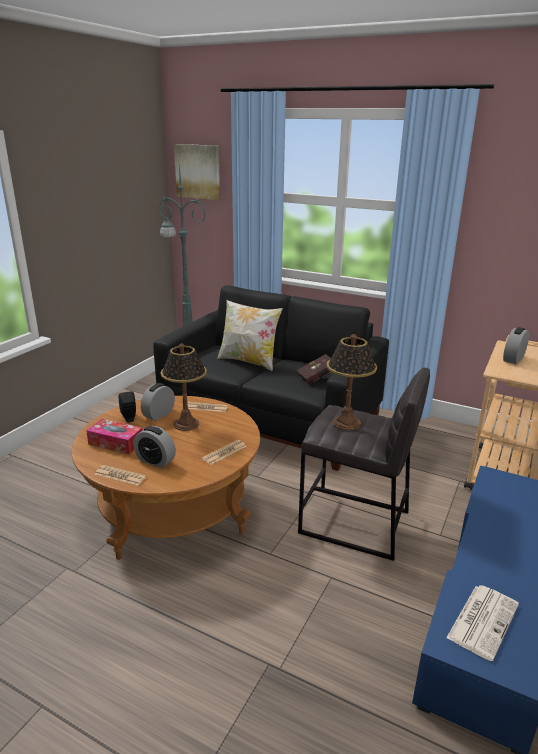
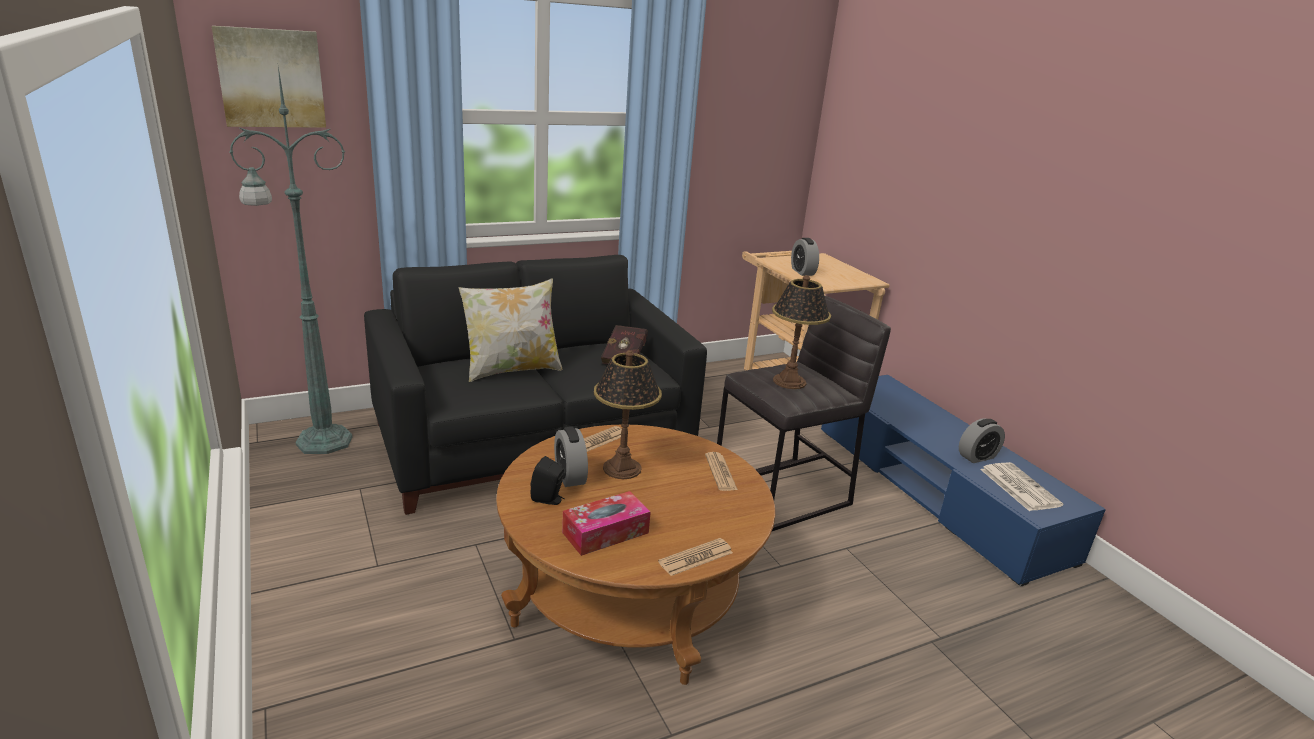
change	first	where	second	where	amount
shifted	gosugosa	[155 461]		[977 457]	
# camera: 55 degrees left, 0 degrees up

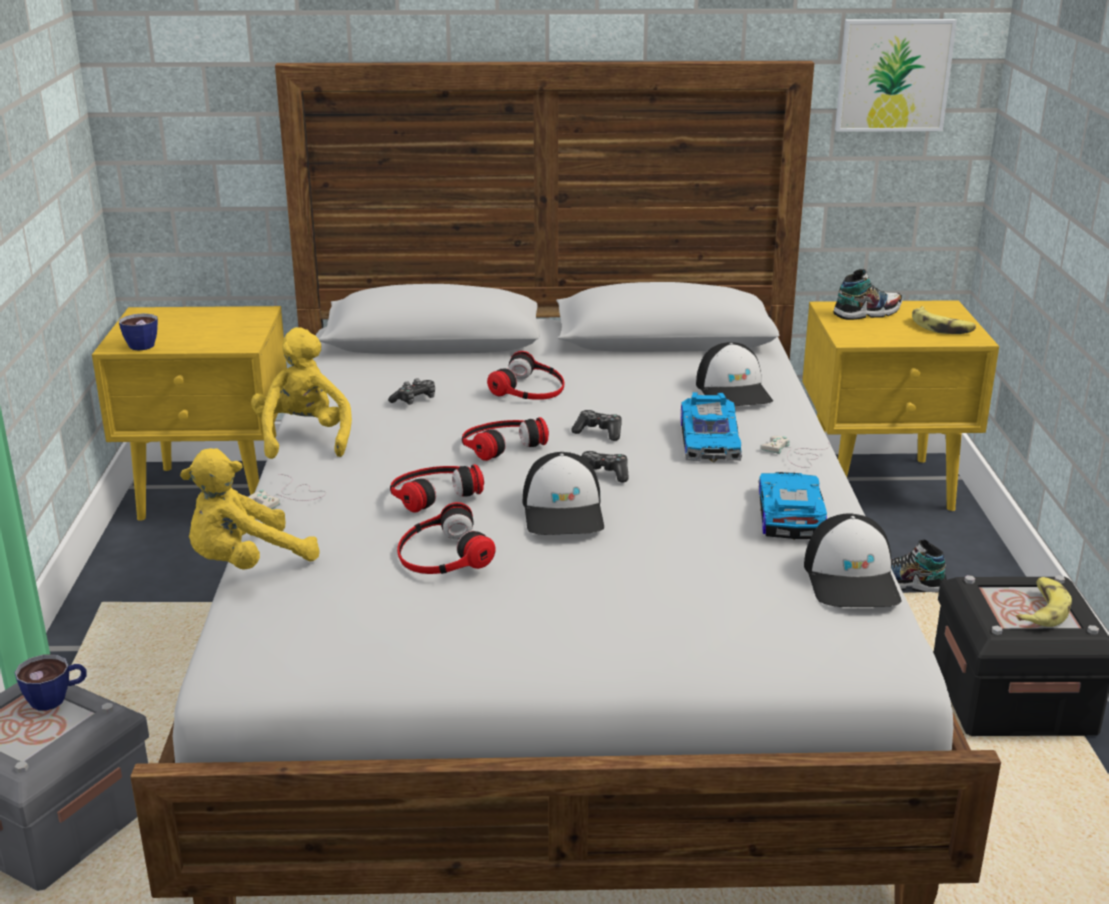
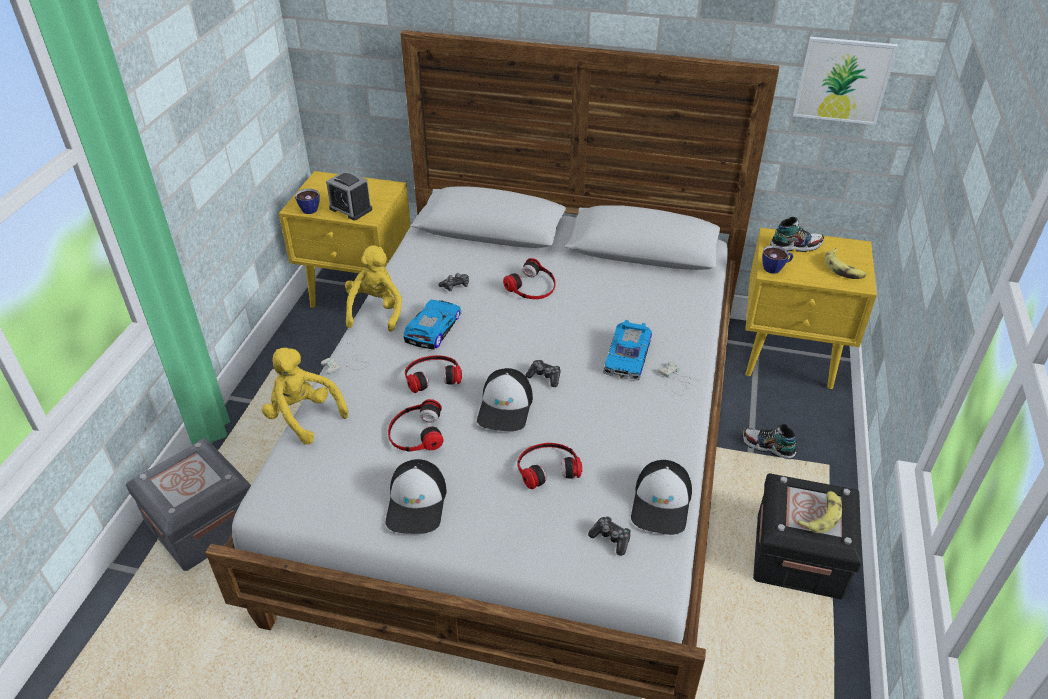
change	first	where	second	where	amount
new			gosugosa	[351 209]	
shifted	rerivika	[56 698]		[775 268]	
shifted	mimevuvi	[501 443]		[547 467]	
shifted	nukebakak	[599 432]		[611 538]	
shifted	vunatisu	[734 391]		[417 503]	
shifted	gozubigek	[788 514]		[432 328]	
rotated	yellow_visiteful	[246 564]		[303 416]	60 degrees clockwise
# camera: 15 degrees right, 15 degrees up

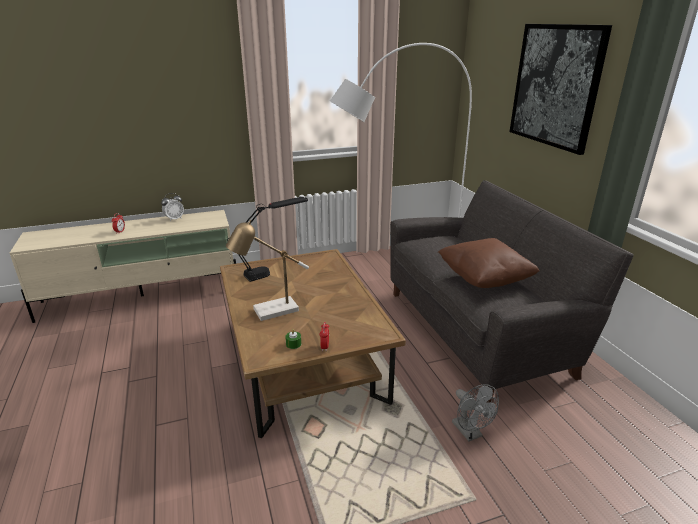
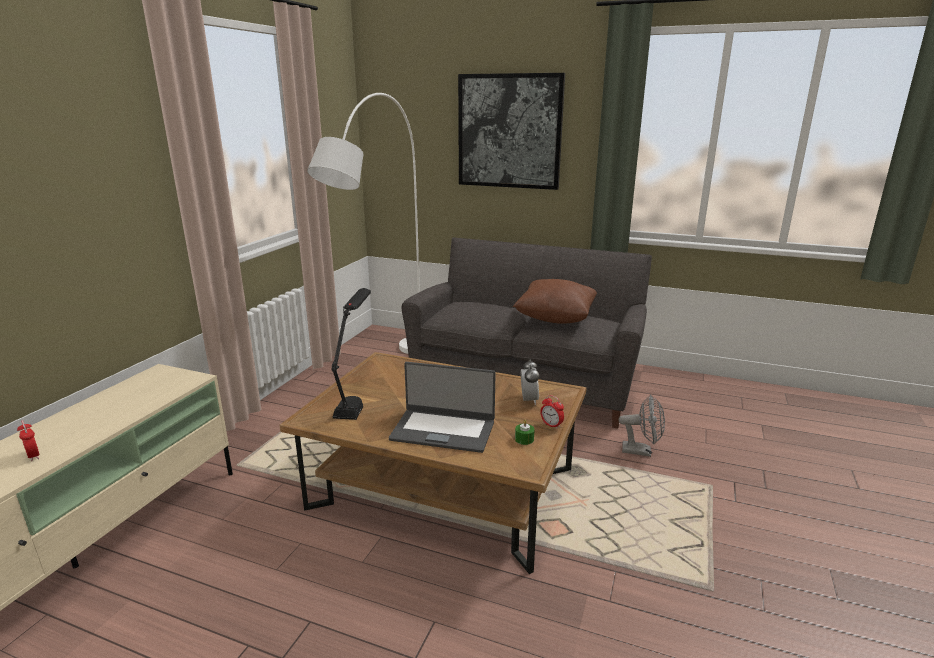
change	first	where	second	where	amount
shifted	gosugosa	[174 219]		[528 400]	
swapped	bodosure	[270 312]	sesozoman	[443 430]	
# camera: 50 degrees left, 5 degrees down

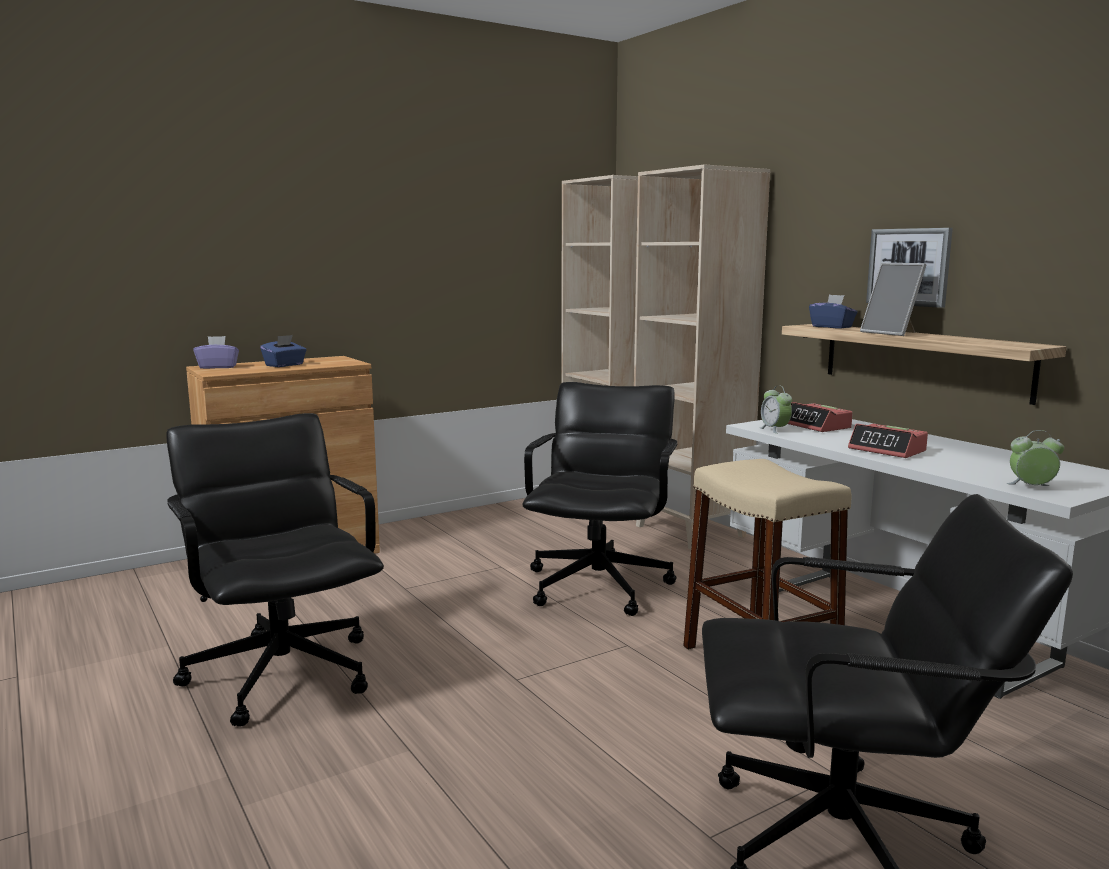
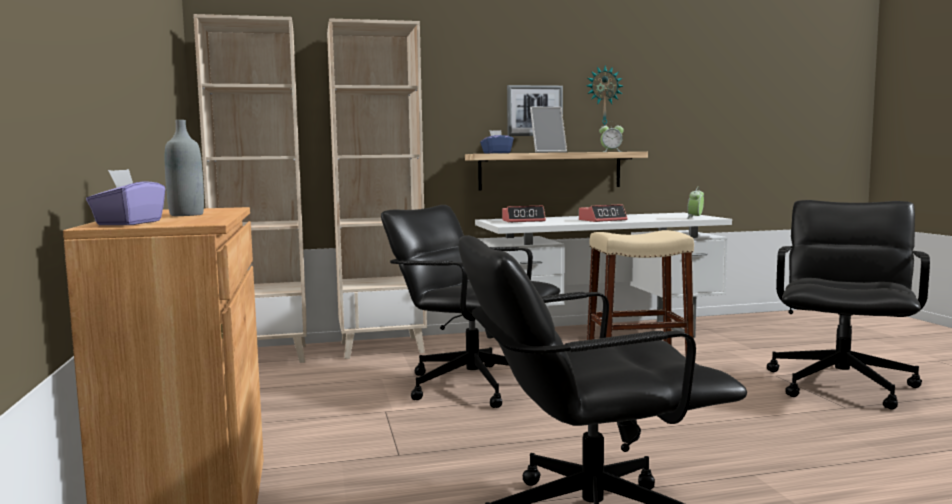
change	first	where	second	where	amount
new			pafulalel	[603 102]	
shifted	gosugosa	[775 430]		[611 151]	
swapped	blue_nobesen	[285 365]	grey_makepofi	[186 215]	
# camera: 70 degrees left, 5 degrees down

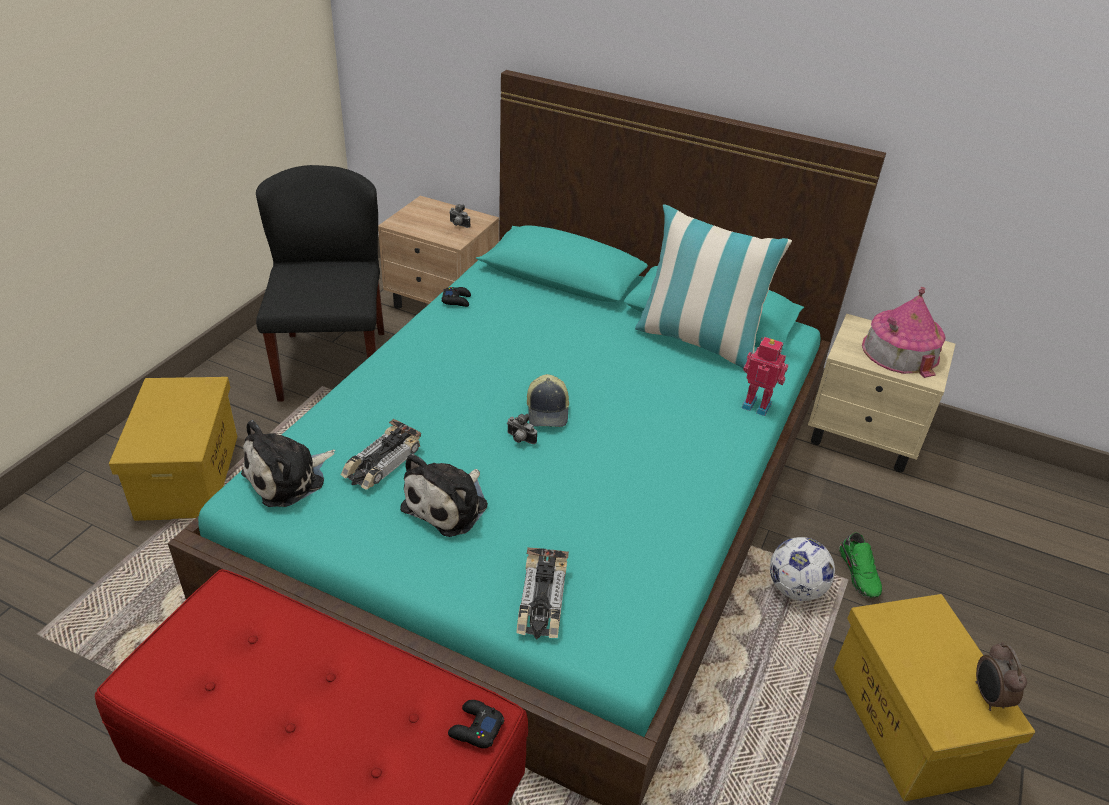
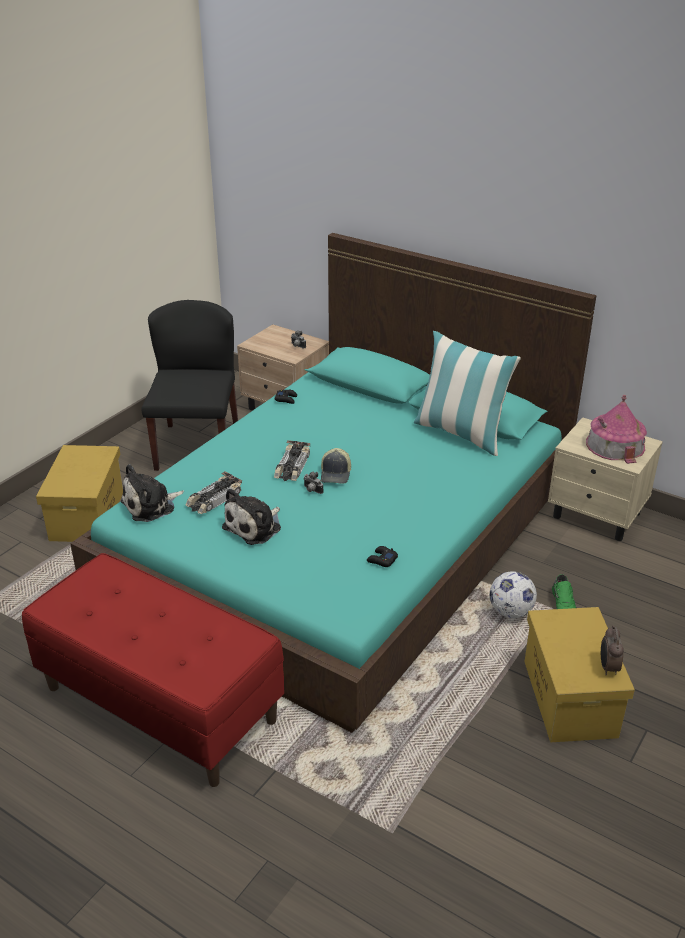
change	first	where	second	where	amount
gone	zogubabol	[757 404]			
shifted	black_nukebakak	[475 728]		[381 560]	
shifted	gozubigek	[542 600]		[292 466]	
# camera: 10 degrees right, 5 degrees down

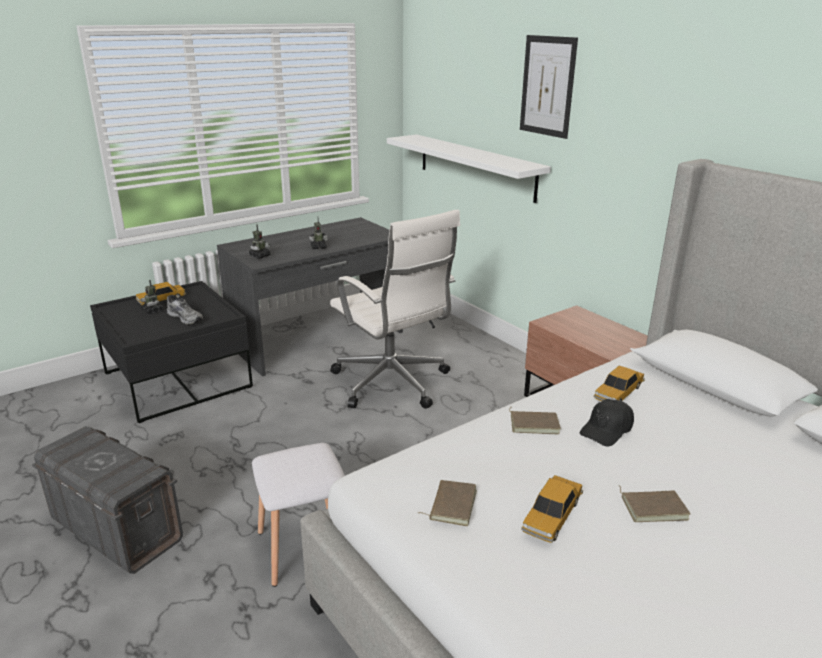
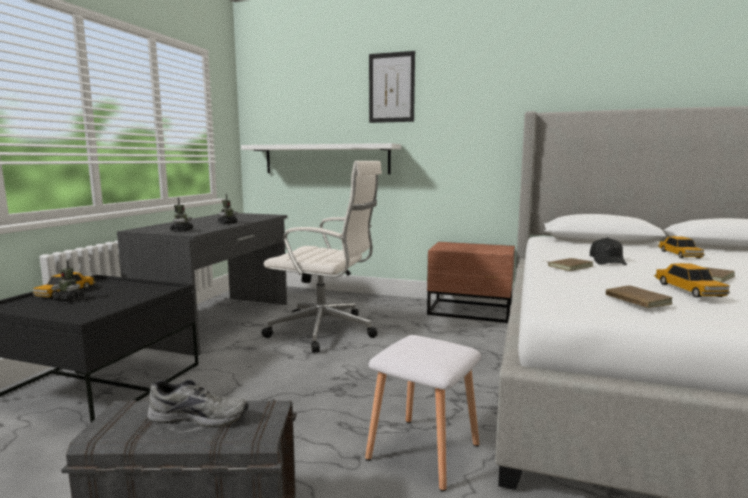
change	first	where	second	where	amount
shifted	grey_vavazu	[186 317]		[200 416]	
shifted	gozubigek	[618 392]		[679 254]	
# camera: 35 degrees left, 15 degrees down

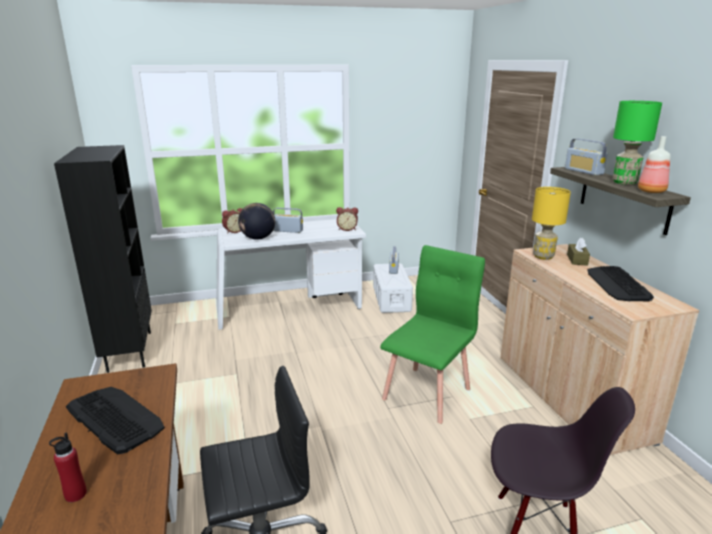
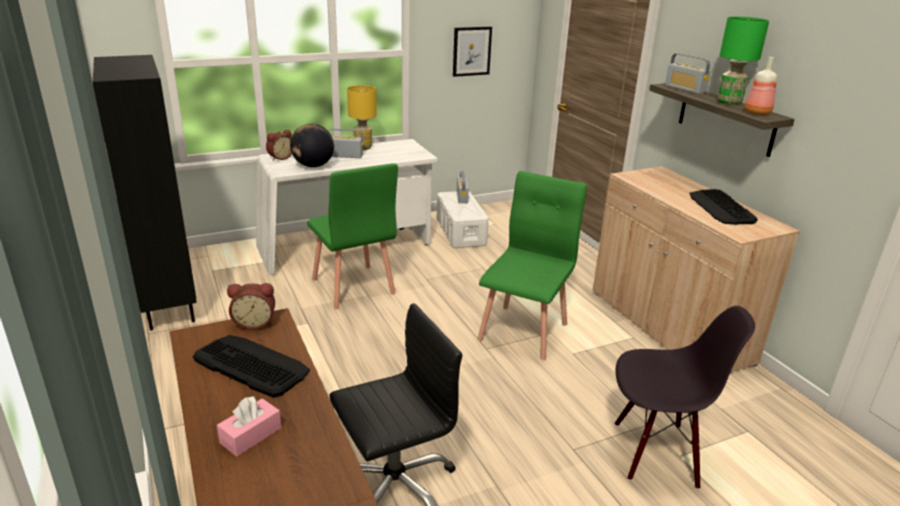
change	first	where	second	where	amount
gone	brown_nobesen	[577 260]			
new			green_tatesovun	[352 287]	
new			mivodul	[471 51]	
shifted	gosugosa	[347 229]		[254 323]	
shifted	yellow_bodosure	[543 257]		[363 148]	
swapped	red_makepofi	[75 494]	pink_nobesen	[251 435]	
# camera: 10 degrees left, 5 degrees up

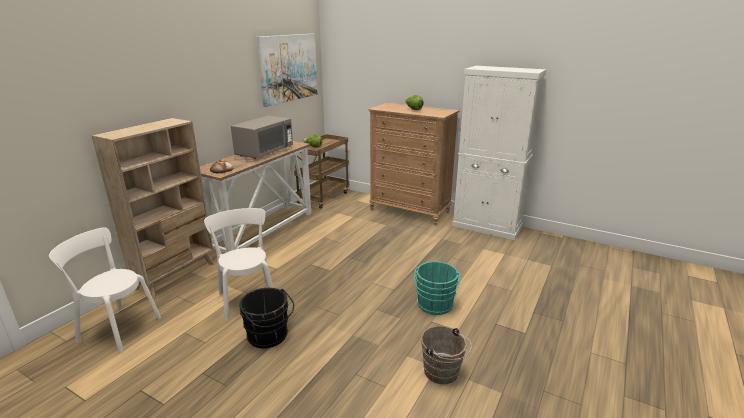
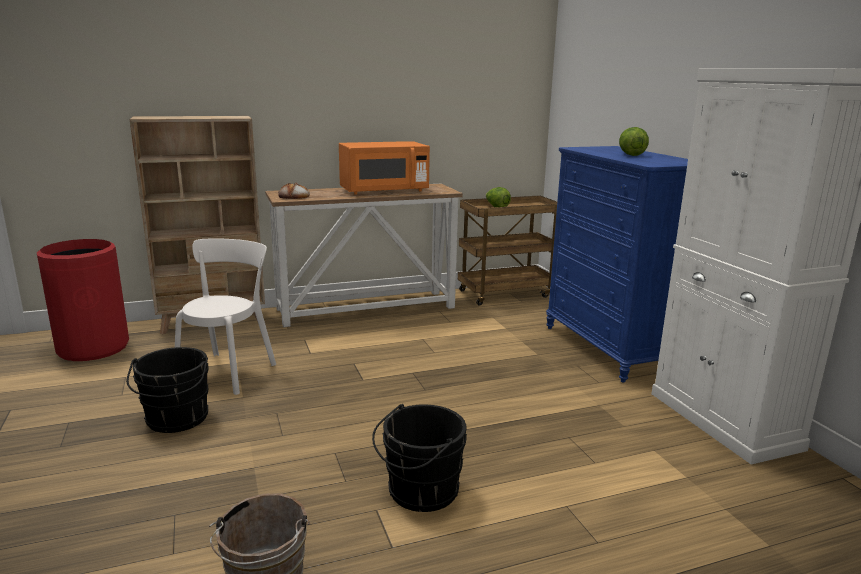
change	first	where	second	where	amount
gone	mivodul	[288 68]			
swapped	white_tatesovun	[117 328]	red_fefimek	[93 347]	
repainted	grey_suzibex	[264 152]	orange_suzibex	[384 191]	
repainted	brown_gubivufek	[410 211]	blue_gubivufek	[609 348]	
repainted	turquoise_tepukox	[434 306]	black_tepukox	[419 492]	
# camera: 40 degrees right, 5 degrees down

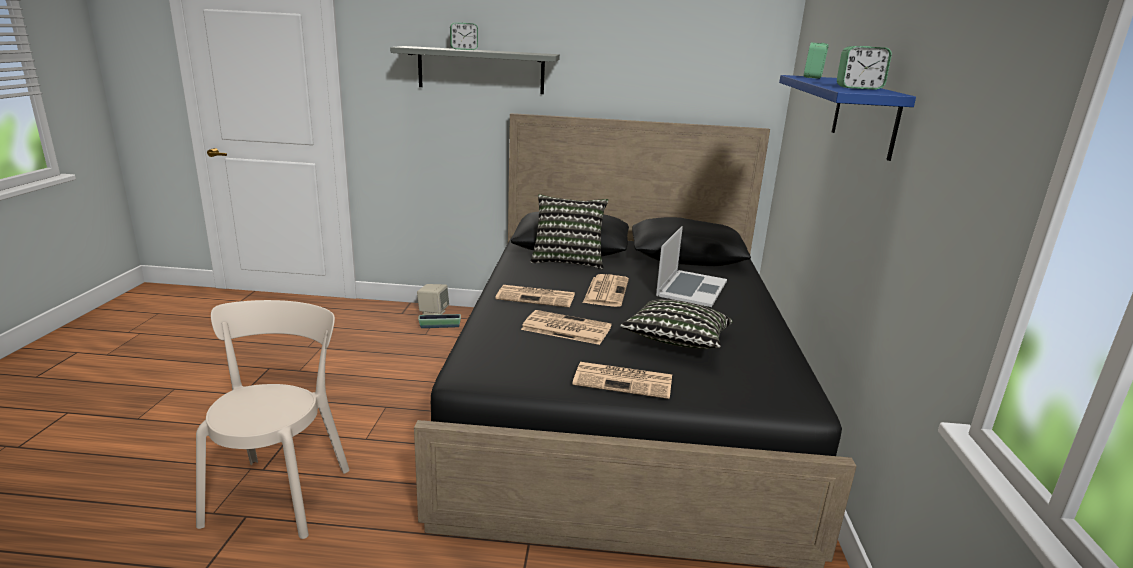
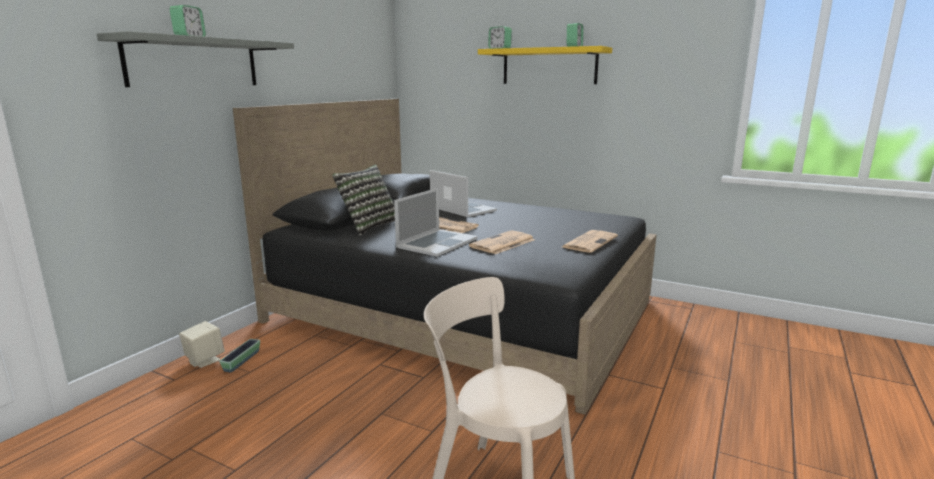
change	first	where	second	where	amount
gone	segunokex	[676 342]			
swapped	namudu	[537 297]	sesozoman	[437 243]	
repainted	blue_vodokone	[864 115]	yellow_vodokone	[549 66]	
# camera: 65 degrees left, 5 degrees down

